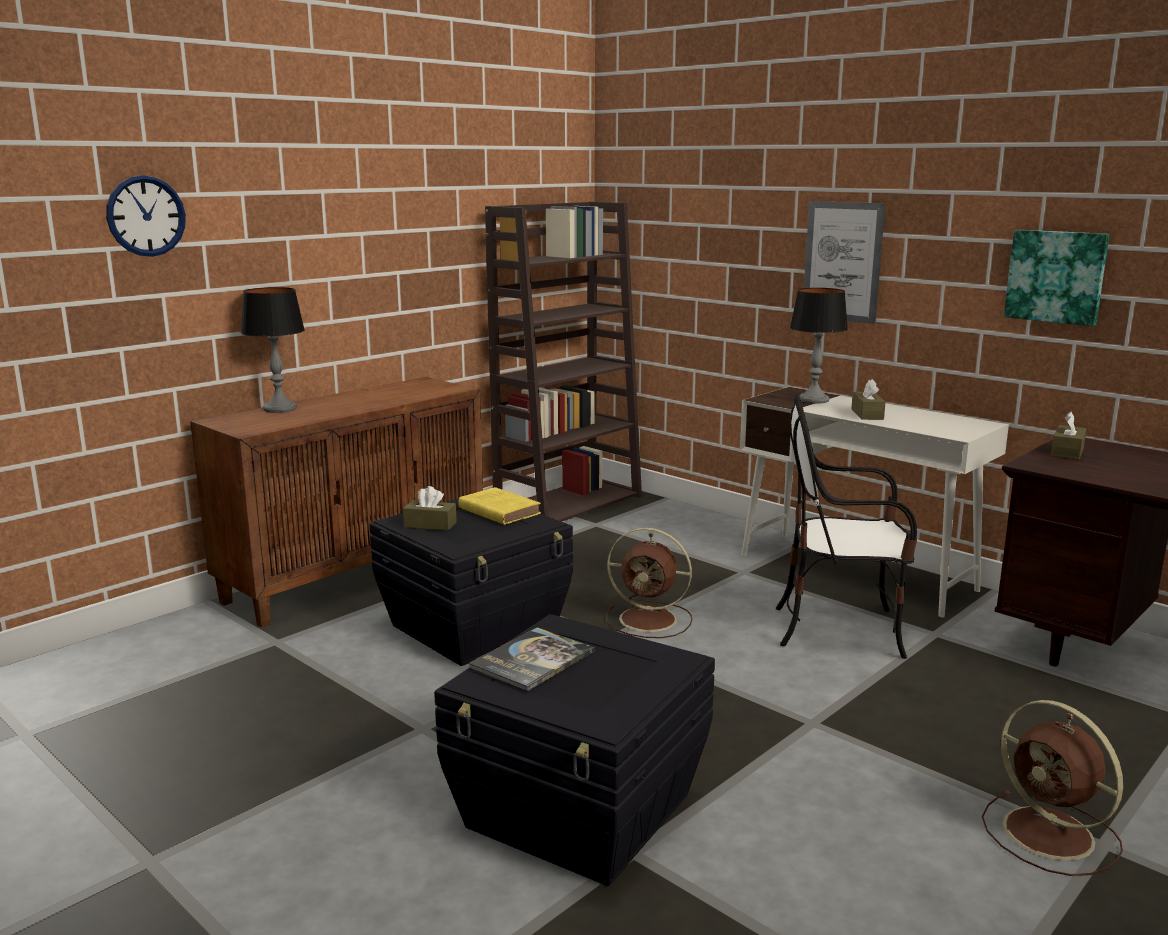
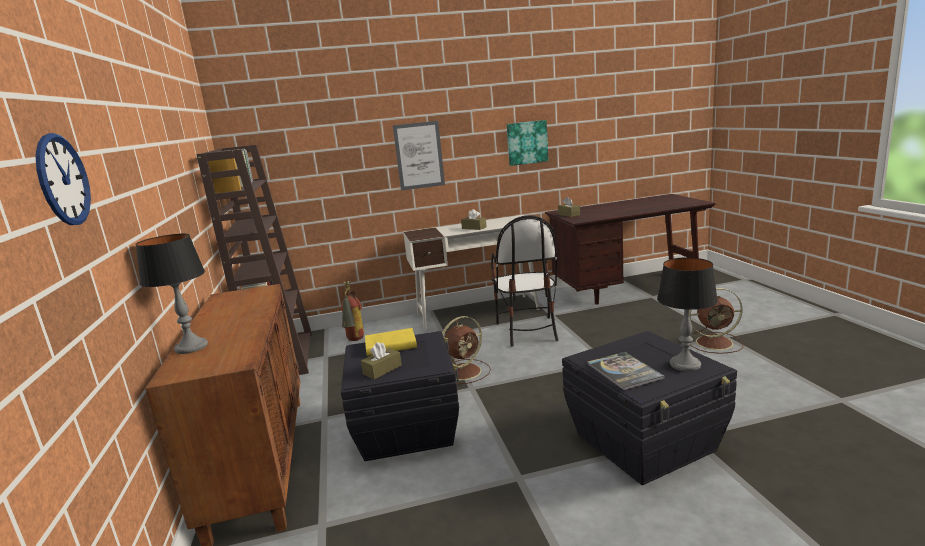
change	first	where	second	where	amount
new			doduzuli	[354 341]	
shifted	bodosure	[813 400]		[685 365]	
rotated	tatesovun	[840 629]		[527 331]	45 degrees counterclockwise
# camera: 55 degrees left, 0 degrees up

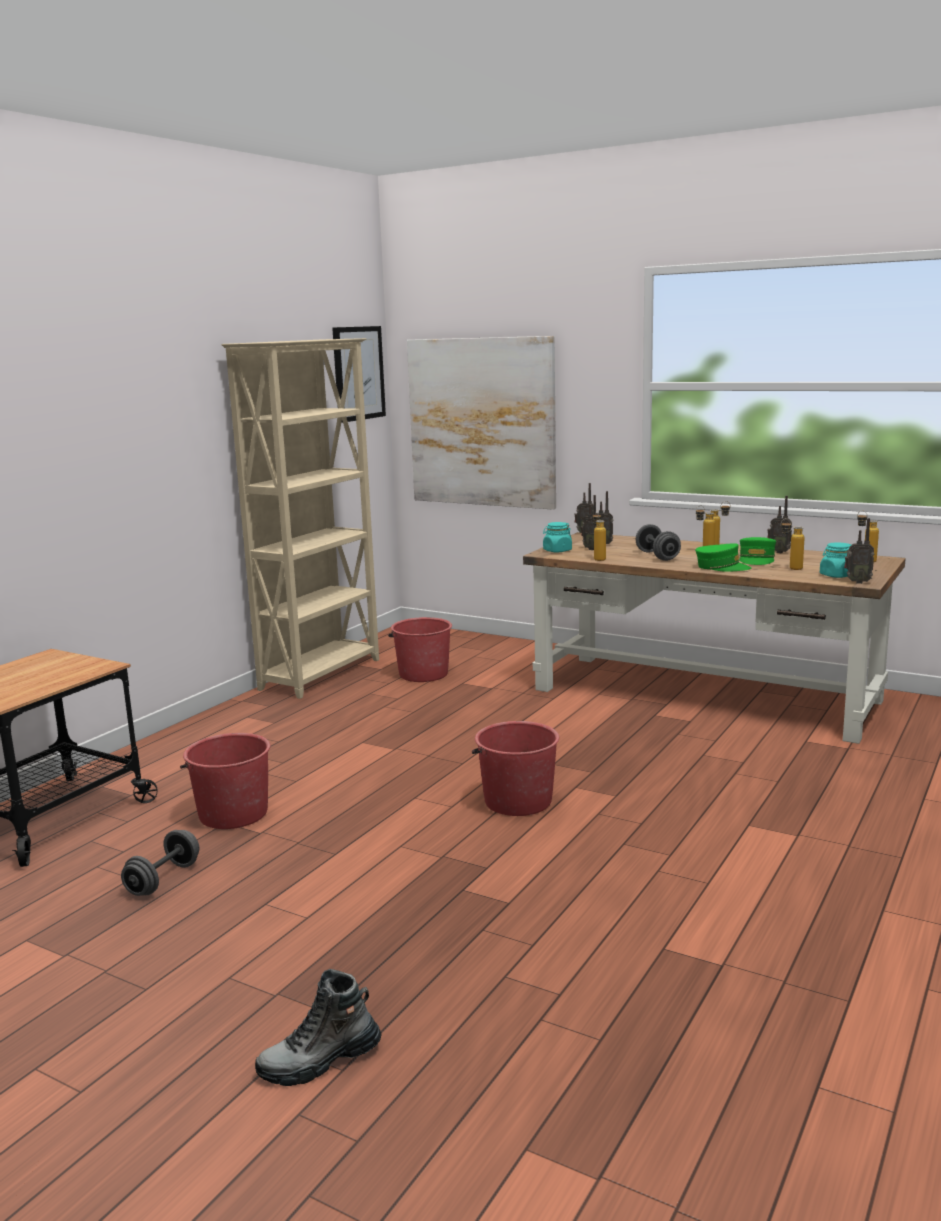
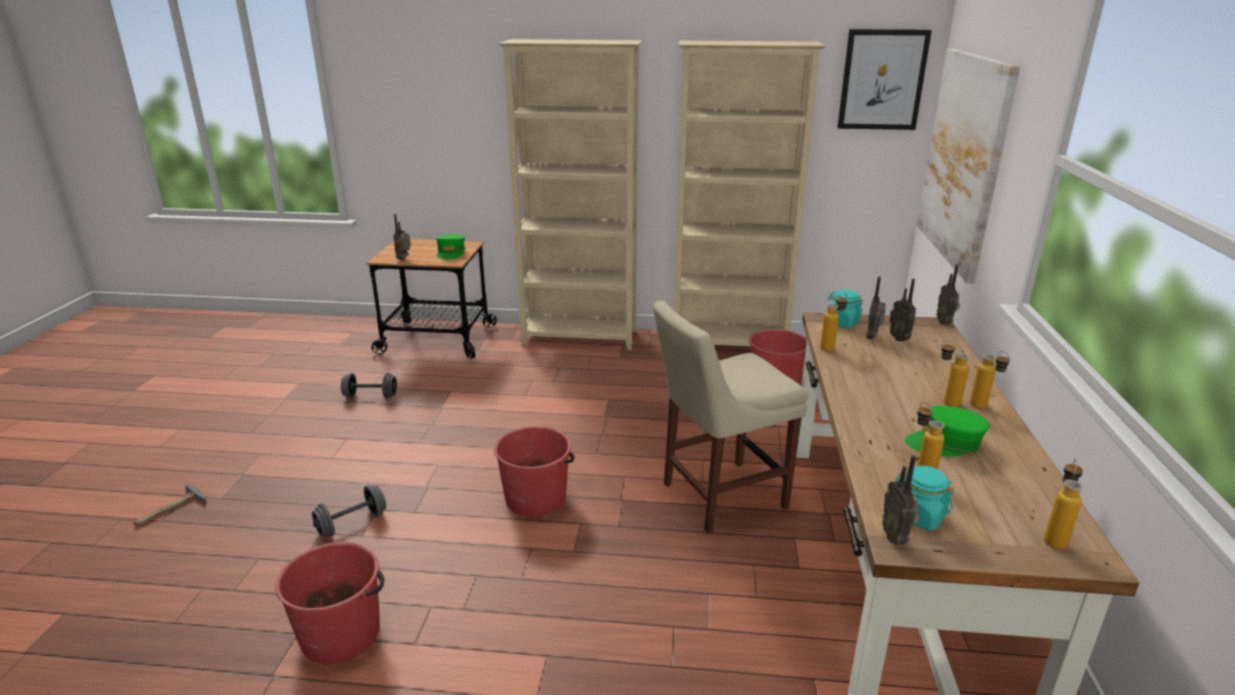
change	first	where	second	where	amount
new			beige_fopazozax	[580 338]	
new			beige_tatesovun	[718 496]	
shifted	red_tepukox	[232 813]		[341 634]	
shifted	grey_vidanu	[657 556]		[352 523]	
shifted	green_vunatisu	[722 567]		[451 253]	
shifted	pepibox	[779 552]		[405 259]	
swapped	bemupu	[320 1061]	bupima	[170 510]	
# camera: 65 degrees right, 10 degrees up

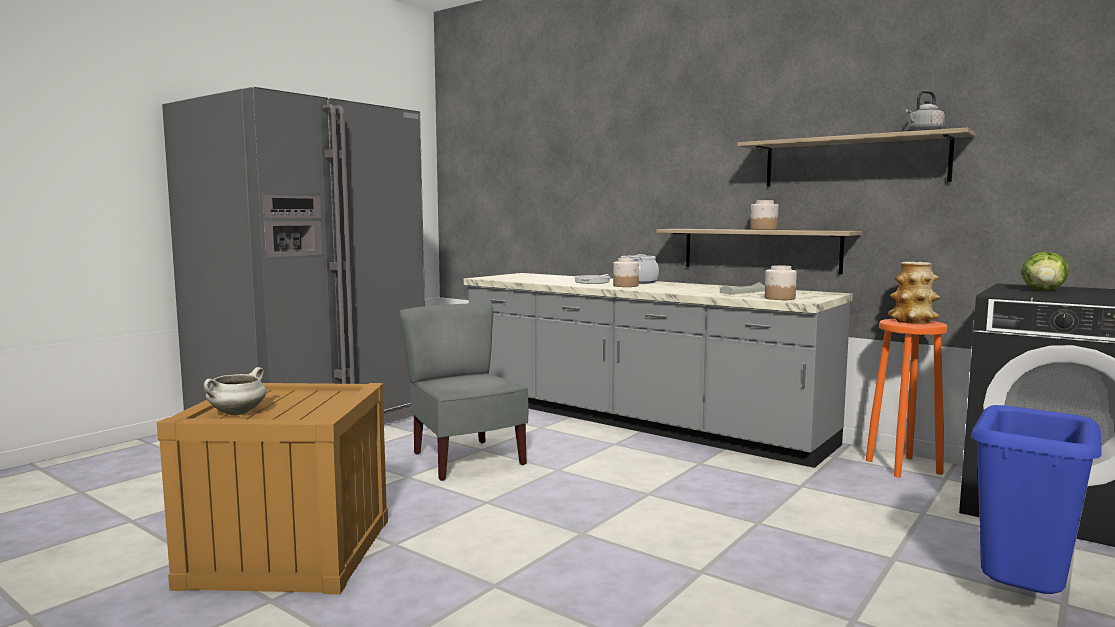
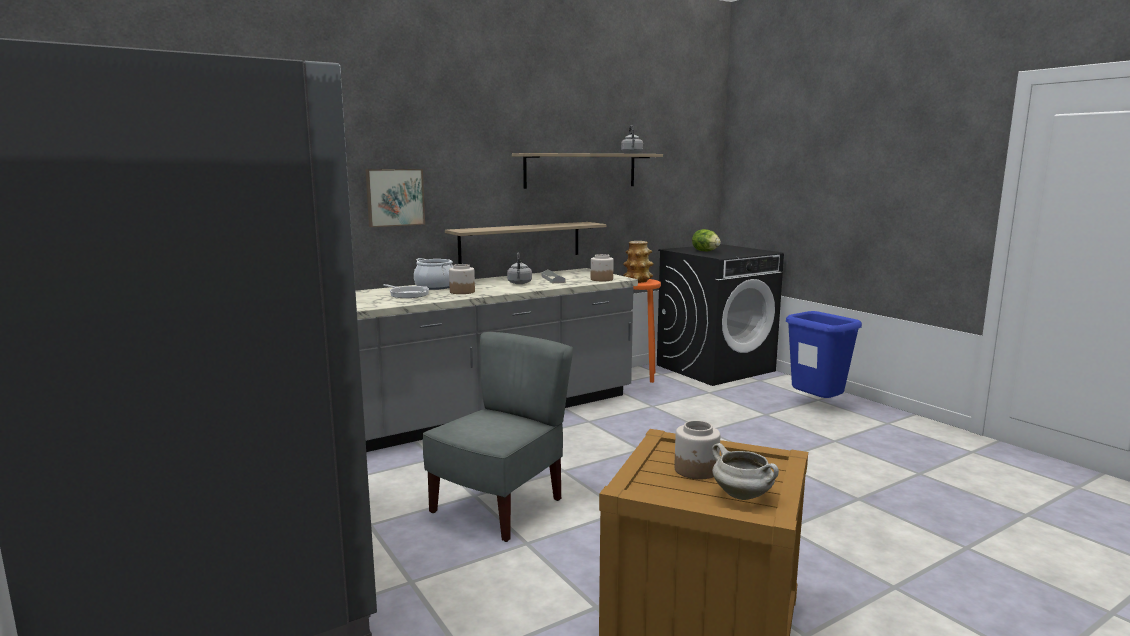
change	first	where	second	where	amount
new			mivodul	[394 197]	
new			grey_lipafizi	[519 283]	
shifted	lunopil	[763 229]		[696 470]	
rotated	grey_tatesovun	[466 459]		[499 507]	135 degrees clockwise
# camera: 70 degrees left, 5 degrees up

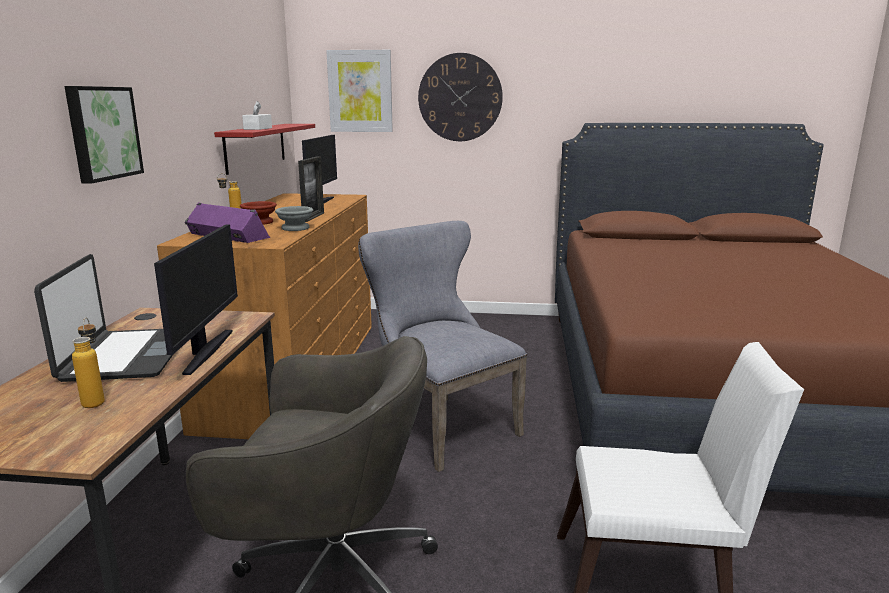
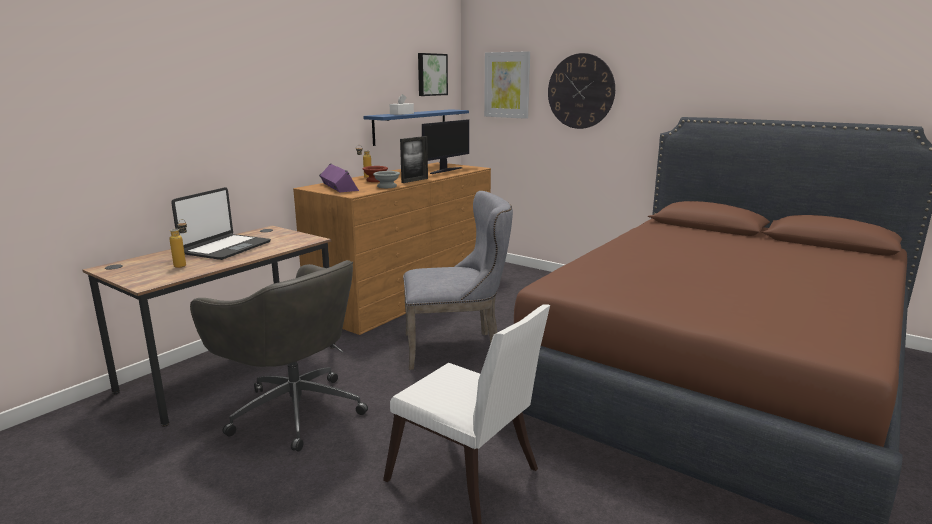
change	first	where	second	where	amount
gone	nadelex	[205 351]			
shifted	mivodul	[102 133]		[431 74]	
repainted	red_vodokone	[256 146]	blue_vodokone	[410 126]	
rotated	grey_tatesovun	[440 425]		[457 347]	90 degrees clockwise
# camera: 30 degrees right, 0 degrees up

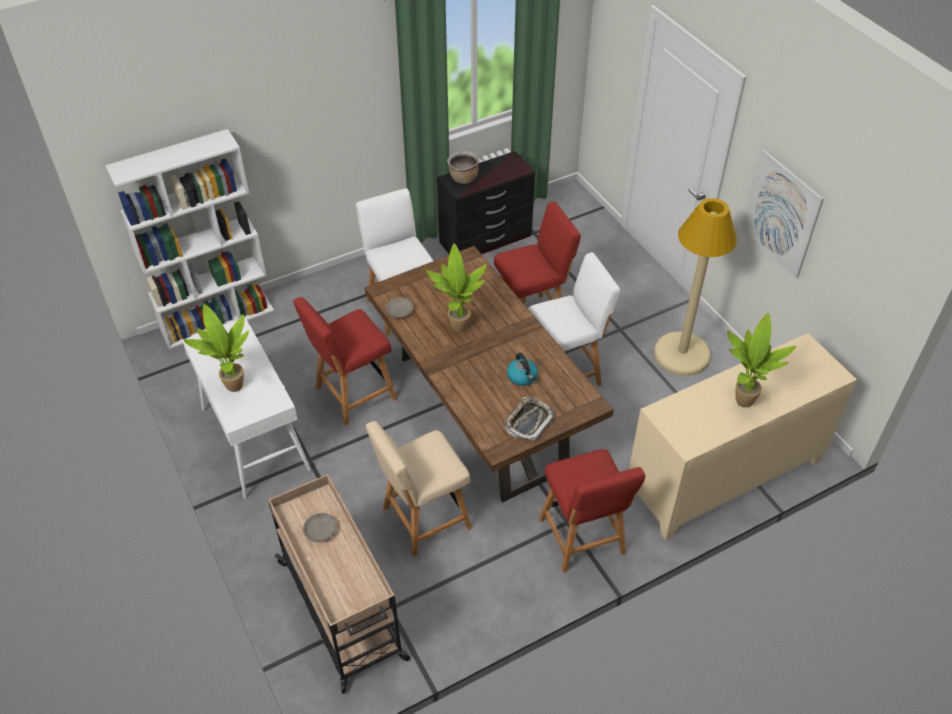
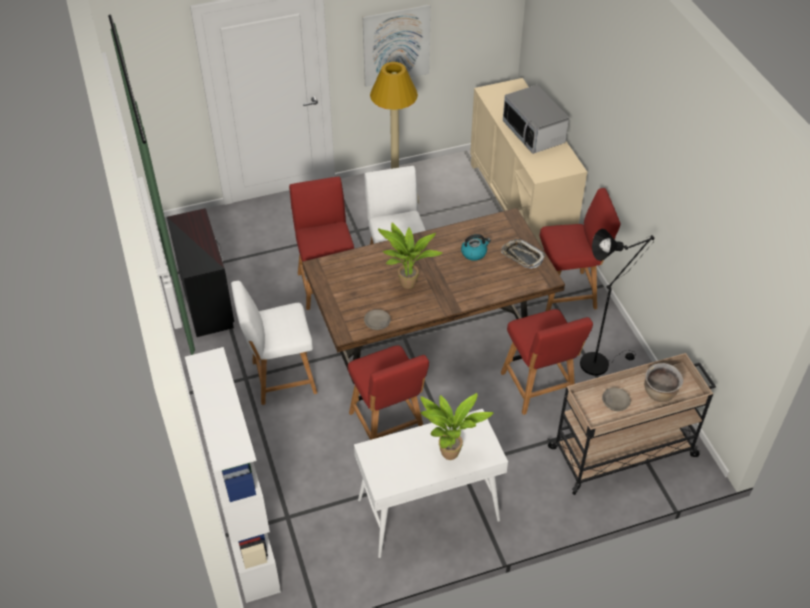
change	first	where	second	where	amount
new			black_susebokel	[599 362]	
shifted	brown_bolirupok	[463 178]		[659 394]	
swapped	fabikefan	[741 400]	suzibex	[534 133]	
repainted	beige_tatesovun	[422 520]	red_tatesovun	[539 388]	
# camera: 80 degrees left, 0 degrees up

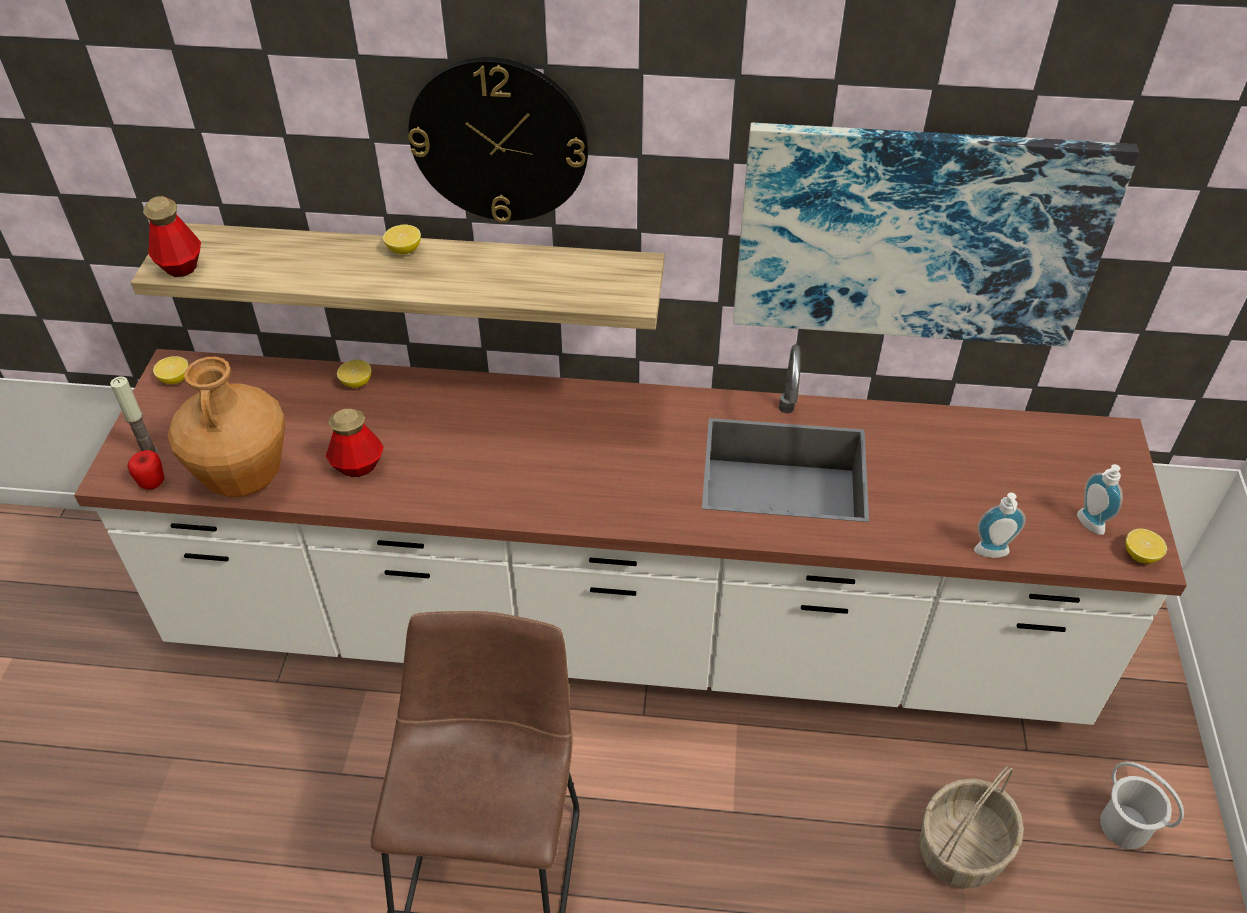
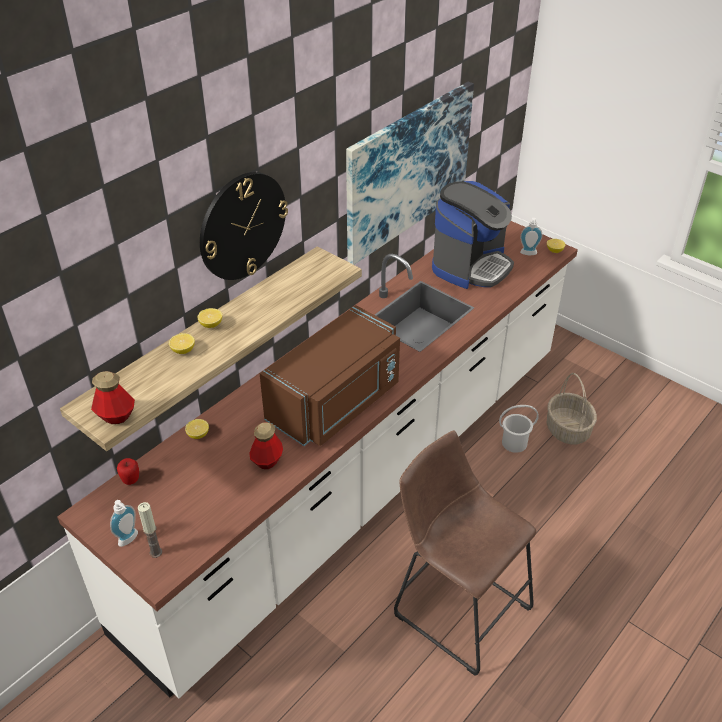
change	first	where	second	where	amount
gone	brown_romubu	[245 479]			
new			brown_suzibex	[336 403]	
new			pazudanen	[471 266]	
shifted	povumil	[152 483]		[131 480]	
shifted	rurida	[175 379]		[183 350]	
shifted	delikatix	[992 554]		[130 540]	
shifted	white_tepukox	[1124 827]		[514 443]	
# camera: 55 degrees left, 5 degrees down

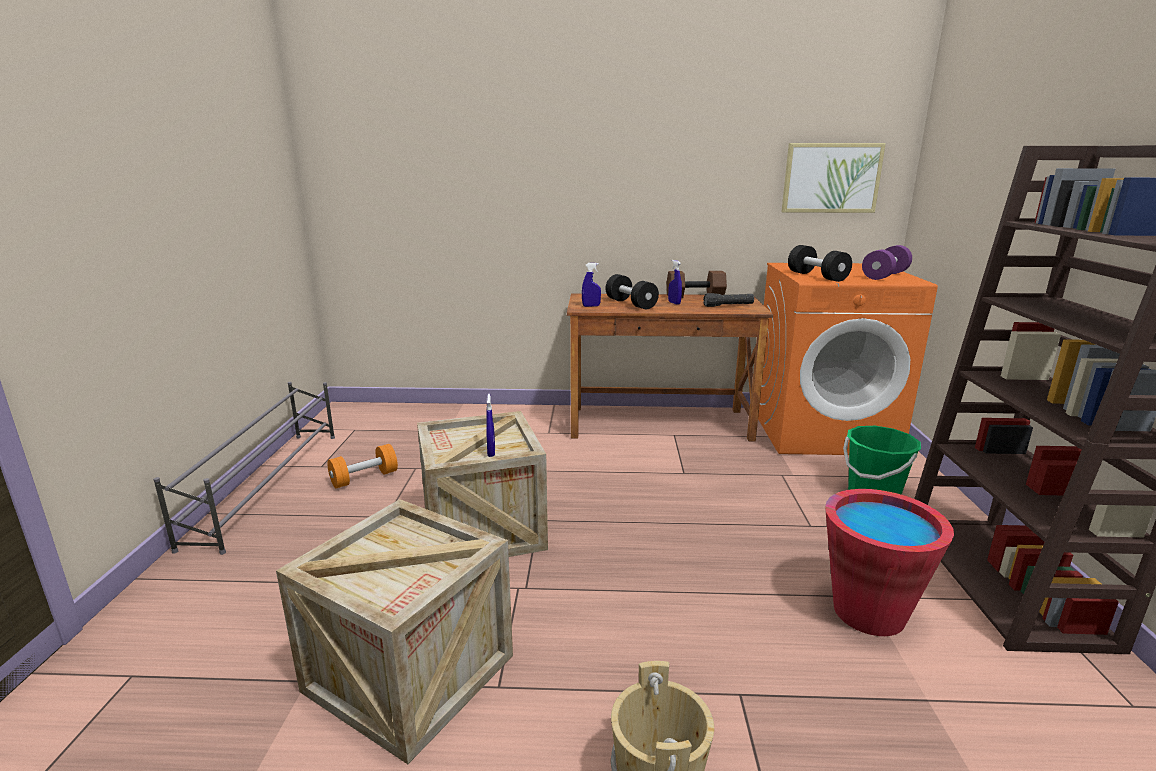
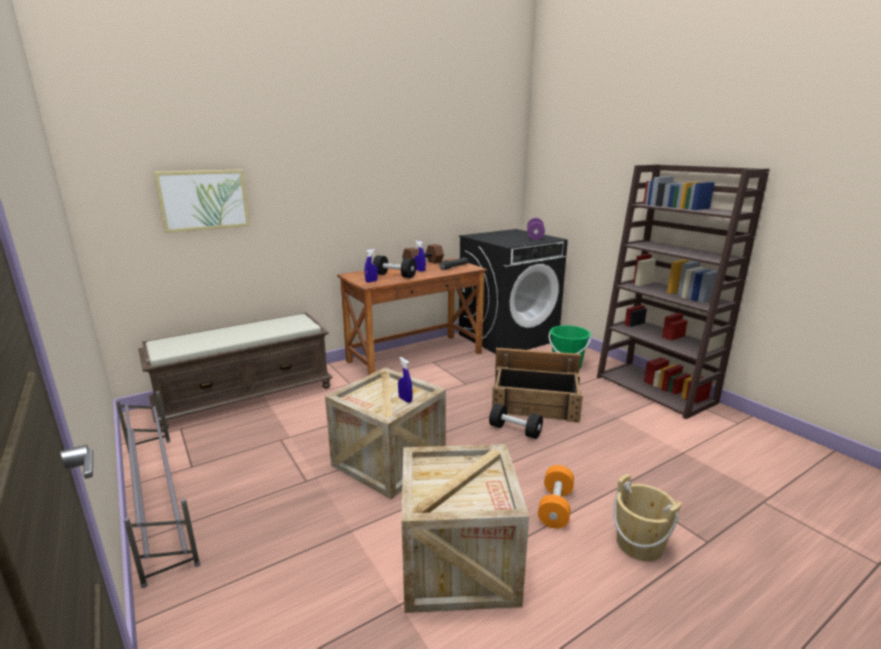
change	first	where	second	where	amount
gone	red_tepukox	[868 612]			
new			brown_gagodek	[247 397]	
new			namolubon	[535 401]	
shifted	orange_vidanu	[364 478]		[555 507]	
shifted	mivodul	[831 178]		[204 200]	
shifted	black_vidanu	[817 276]		[515 430]	
repainted	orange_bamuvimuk	[823 431]	black_bamuvimuk	[508 337]	
# camera: 35 degrees left, 0 degrees up

